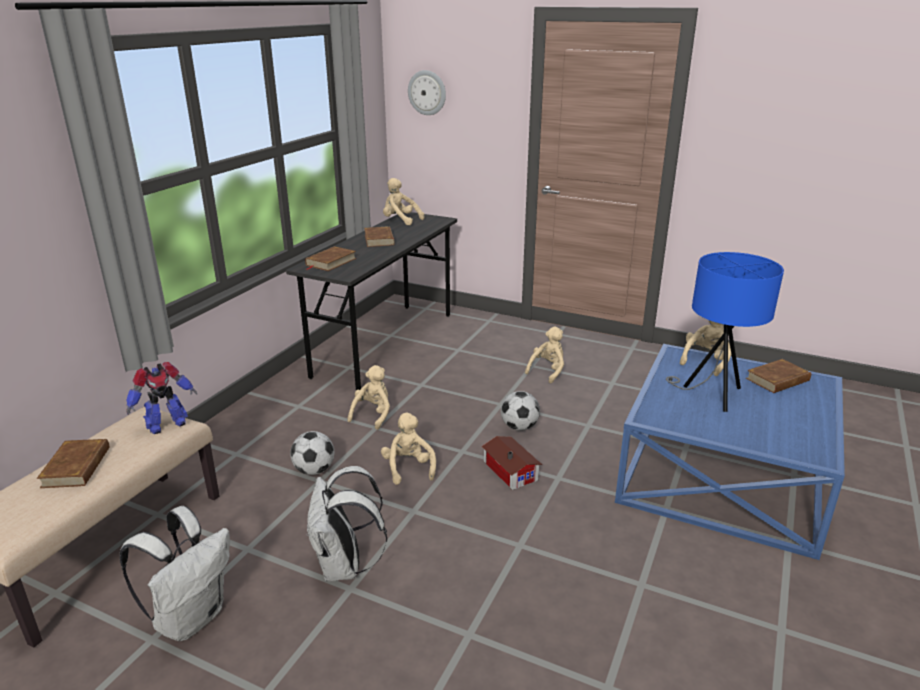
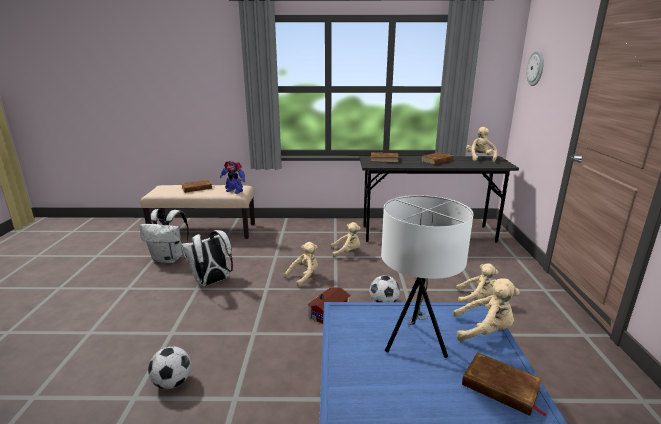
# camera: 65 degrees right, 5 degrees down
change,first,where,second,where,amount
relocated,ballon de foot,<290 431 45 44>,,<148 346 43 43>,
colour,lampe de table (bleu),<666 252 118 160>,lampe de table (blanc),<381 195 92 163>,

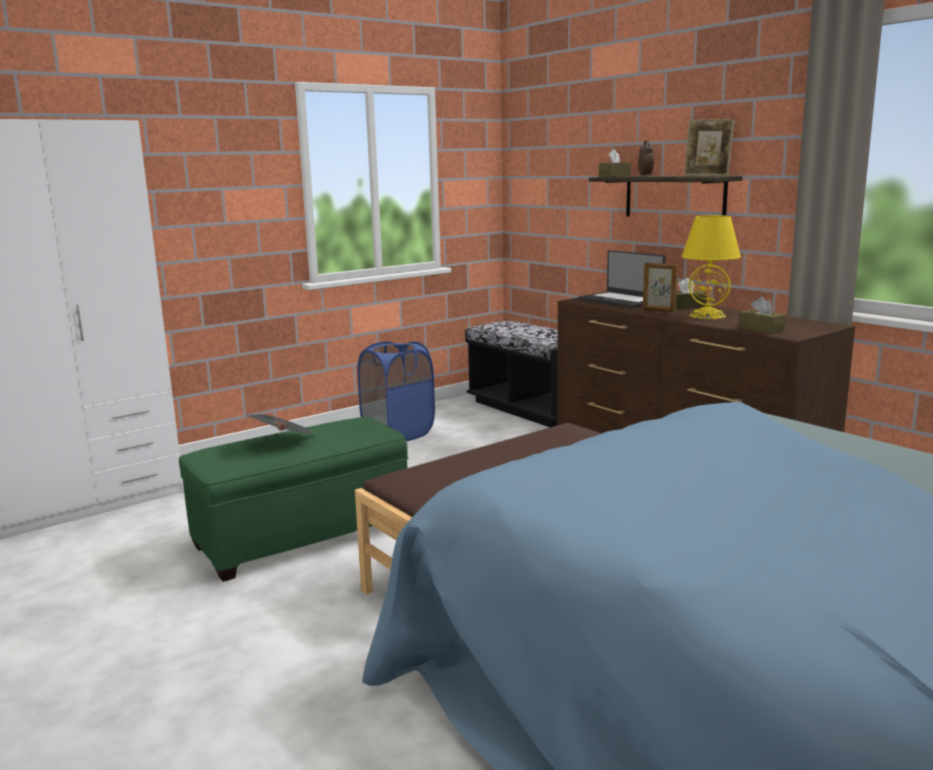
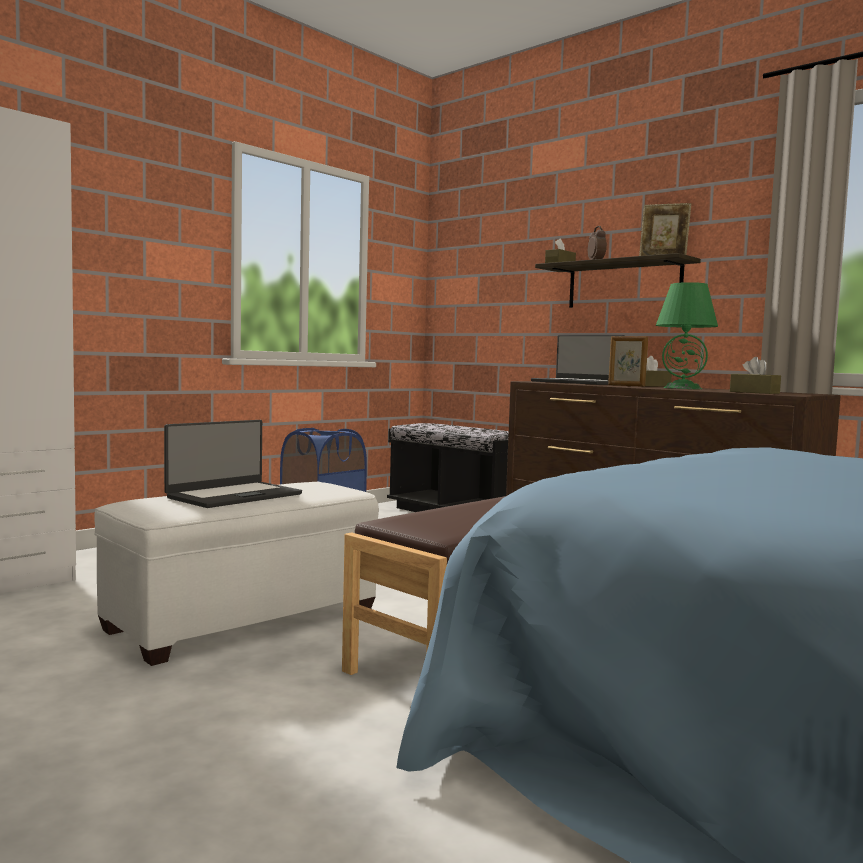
# camera: 10 degrees left, 10 degrees down
change,first,where,second,where,amount
colour,pouf (vert),<179 416 229 166>,pouf (blanc),<94 482 285 184>,
exchanged,journal,<246 414 69 20>,ordinateur portable,<164 420 138 88>,
colour,lampe de table (jaune),<681 215 60 104>,lampe de table (vert),<656 282 62 107>,

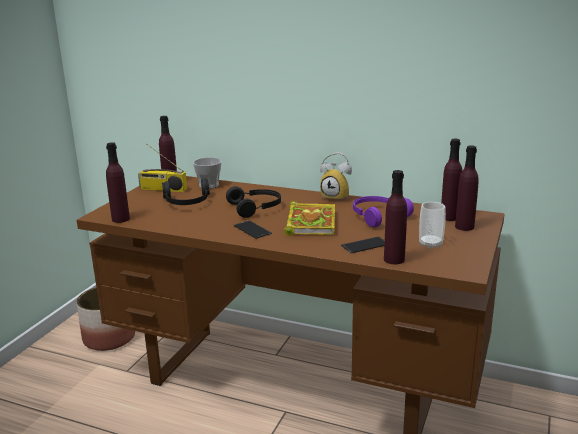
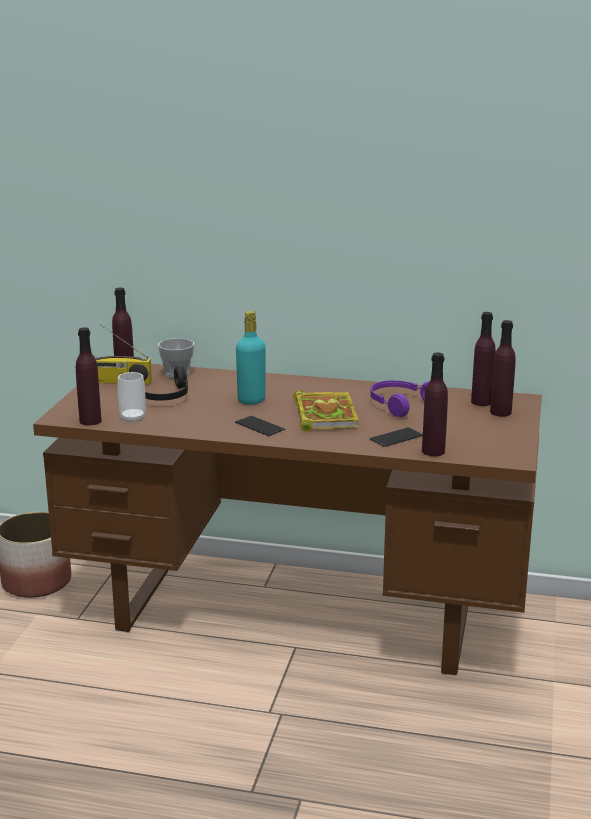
# camera: 10 degrees left, 0 degrees up
change,first,where,second,where,amount
relocated,tasse,<419 202 27 47>,,<118 372 28 51>,
exchanged,casque audio (noir),<226 186 55 32>,bouteille (turquoise),<236 311 30 93>,
missing,réveil,<320 152 32 50>,,,

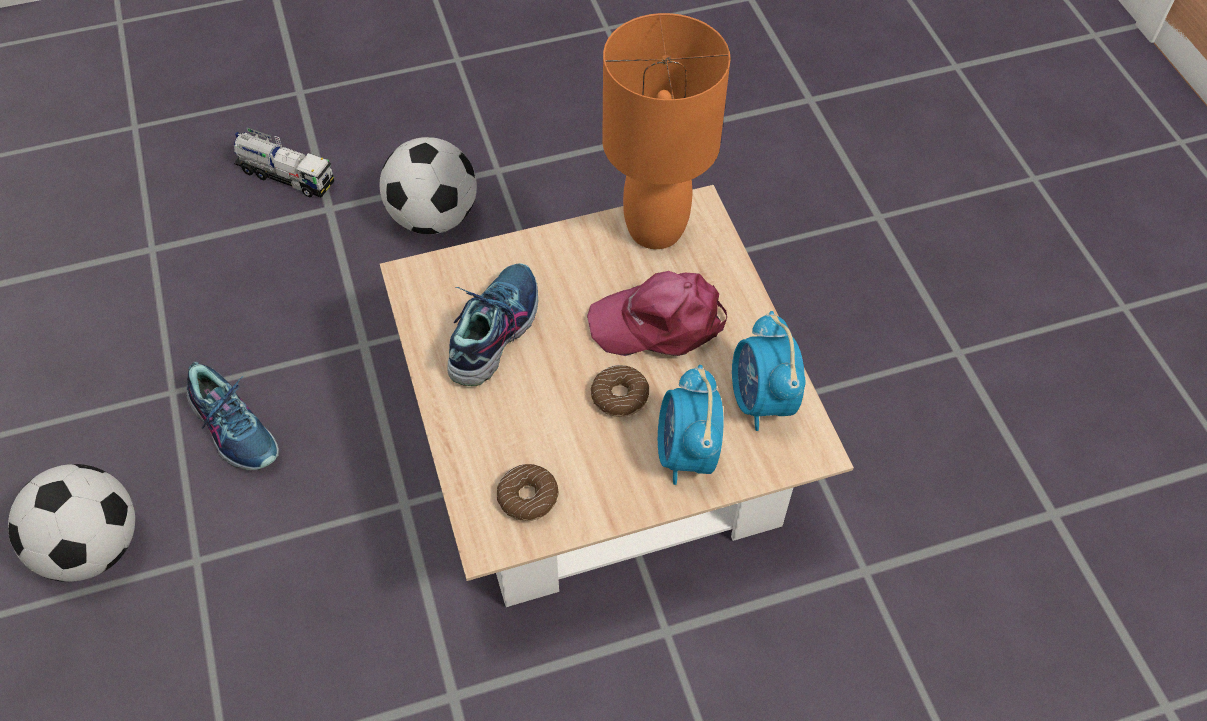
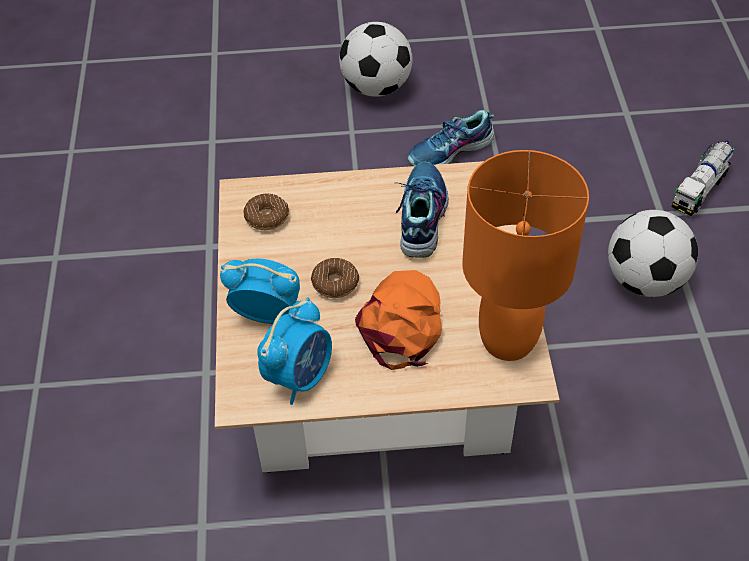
# camera: 105 degrees right, 5 degrees down
change,first,where,second,where,amount
spun,réveil,<732 311 74 120>,,<257 298 75 107>,120 degrees clockwise
colour,casquette (rose),<587 271 140 85>,casquette (orange),<355 270 87 100>,
spun,chaussure,<447 263 91 123>,,<396 162 53 96>,120 degrees counterclockwise

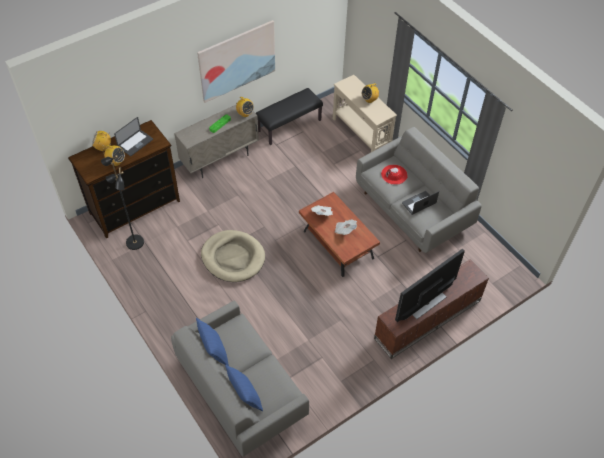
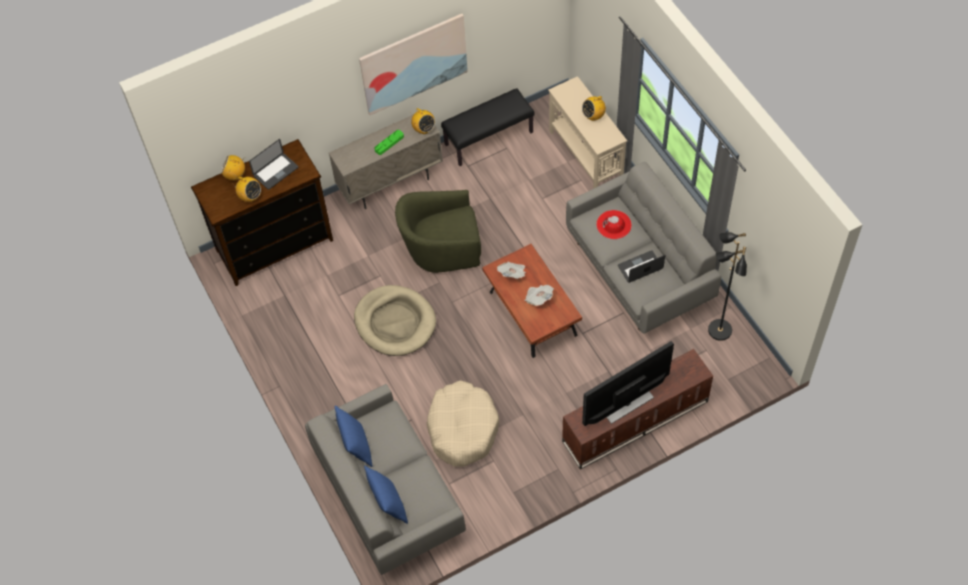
# camera: 10 degrees right, 5 degrees up
change,first,where,second,where,amount
appeared,,,fauteuil (vert),<395 190 86 83>,
appeared,,,panier pour chien (beige),<427 381 72 86>,
relocated,lampadaire (noir),<101 155 43 95>,,<708 232 39 109>,

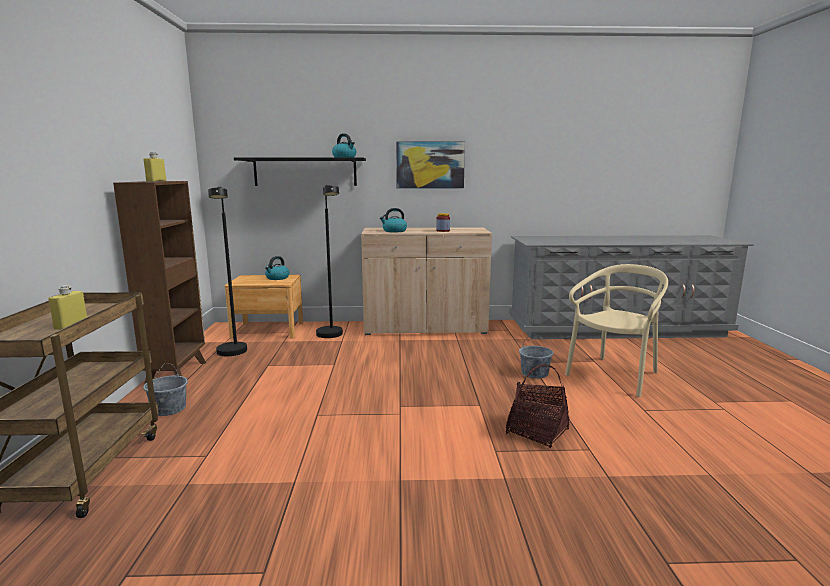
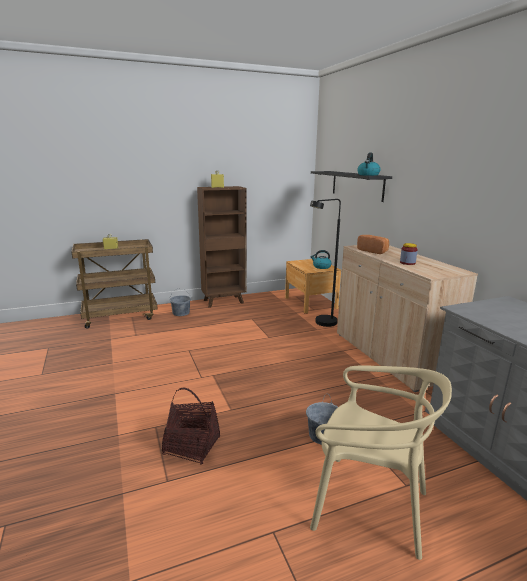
# camera: 70 degrees right, 5 degrees up
change,first,where,second,where,amount
exchanged,bouilloire,<380 208 27 24>,pain,<357 235 32 19>,
missing,lampadaire (noir),<208 186 39 170>,,,
missing,tableau,<396 141 69 47>,,,

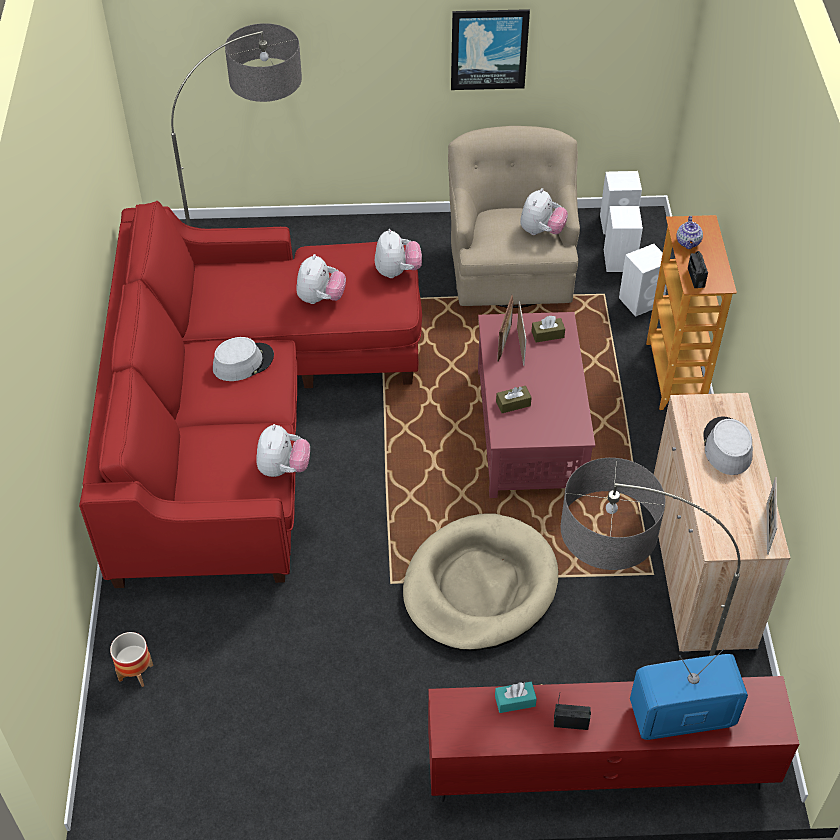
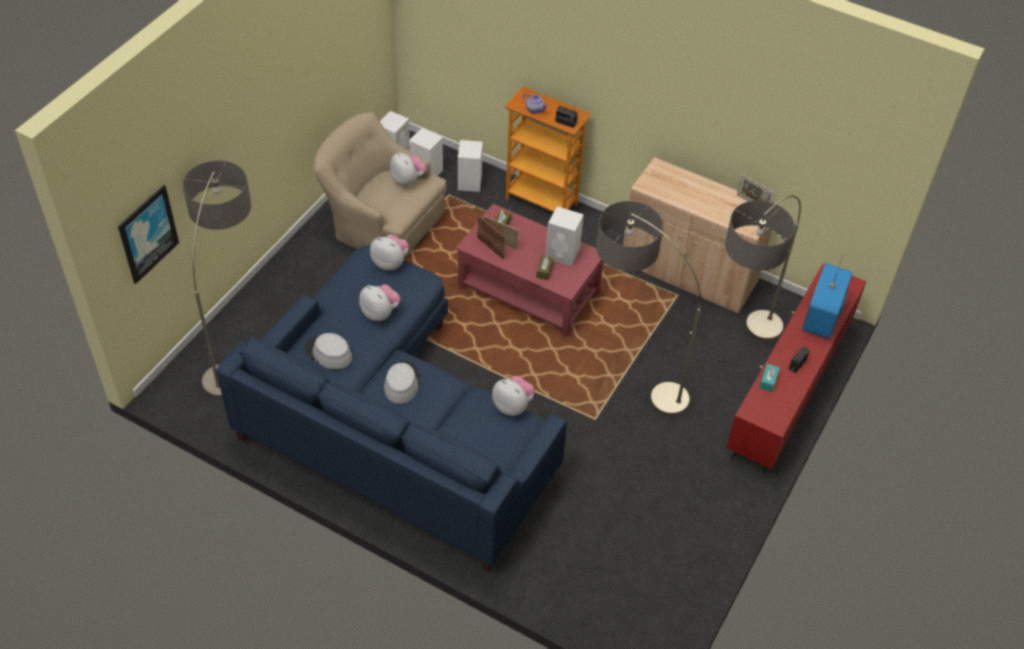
# camera: 60 degrees left, 0 degrees up
change,first,where,second,where,amount
relocated,tableau,<451 9 79 81>,,<118 185 61 99>,
colour,canapé (rouge),<79 201 343 387>,canapé (bleu),<216 245 351 327>,
relocated,chapeau (gris),<703 416 50 59>,,<305 333 47 36>,
appeared,,,enceinte (blanc),<546 206 38 60>,
exchanged,panier pour chien (beige),<403 514 155 137>,lampadaire,<596 201 105 215>,
missing,cache-pot,<110 632 43 55>,,,

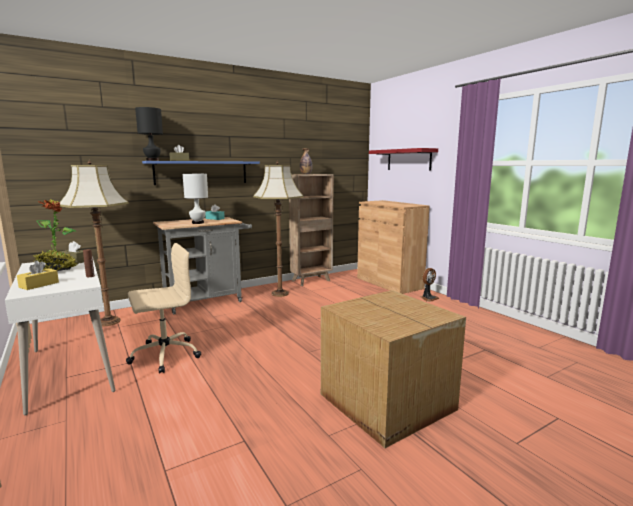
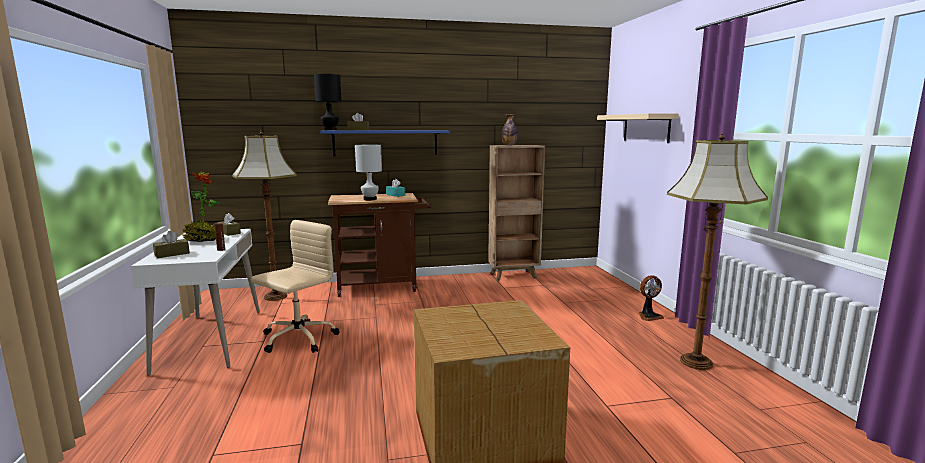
# camera: 20 degrees right, 0 degrees up
change,first,where,second,where,amount
colour,boîte à mouchoirs (jaune),<17 261 42 29>,boîte à mouchoirs (marron),<153 231 37 27>,
spun,chaise de bureau (beige),<126 243 75 130>,,<251 220 88 133>,45 degrees counterclockwise
colour,chariot (gris),<153 217 99 98>,chariot (marron),<328 193 103 104>,
colour,étagère (rouge),<369 148 69 22>,étagère (beige),<597 113 82 30>,
relocated,lampadaire,<253 161 51 136>,,<667 132 101 238>,
missing,meuble de rangement (marron),<357 200 73 94>,,,

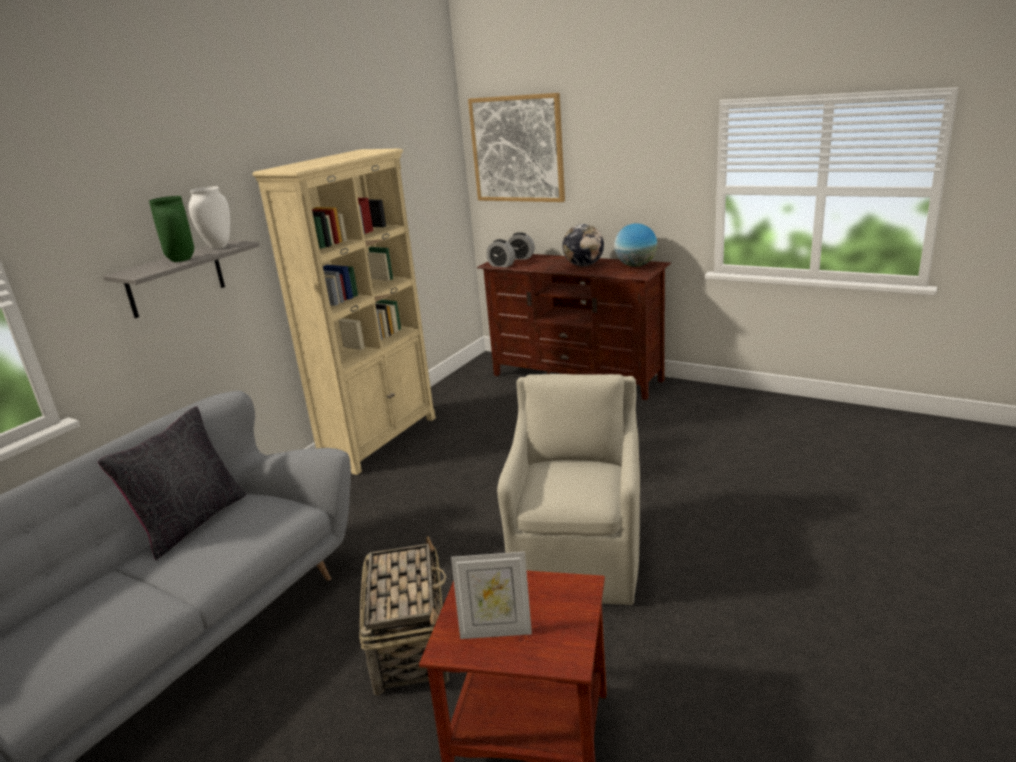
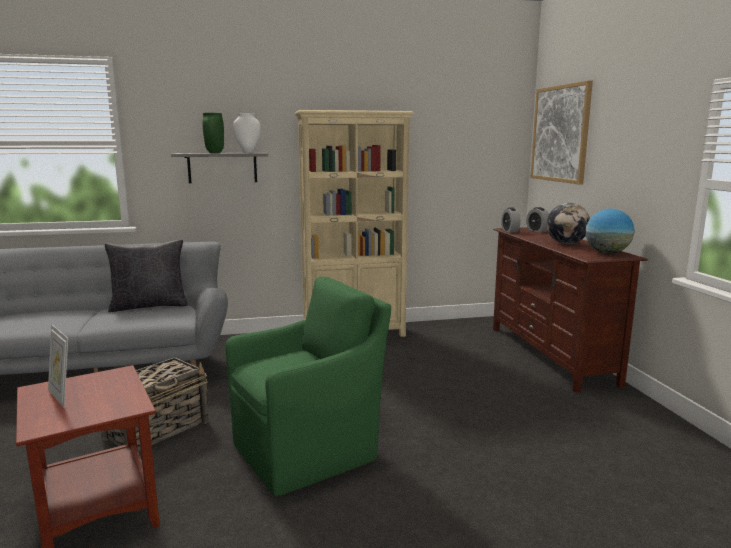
# camera: 45 degrees right, 10 degrees down
change,first,where,second,where,amount
colour,fauteuil (beige),<497 374 143 231>,fauteuil (vert),<225 277 166 220>,

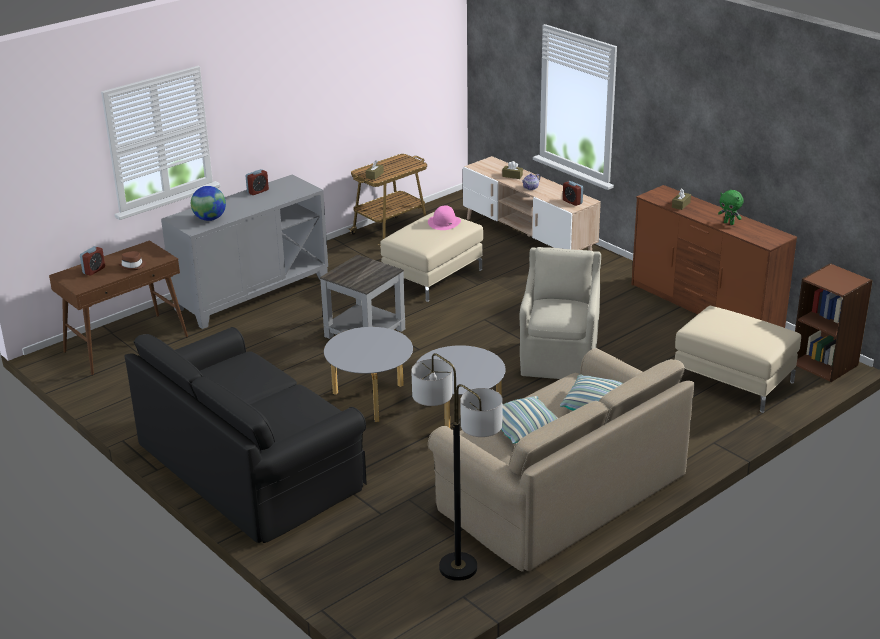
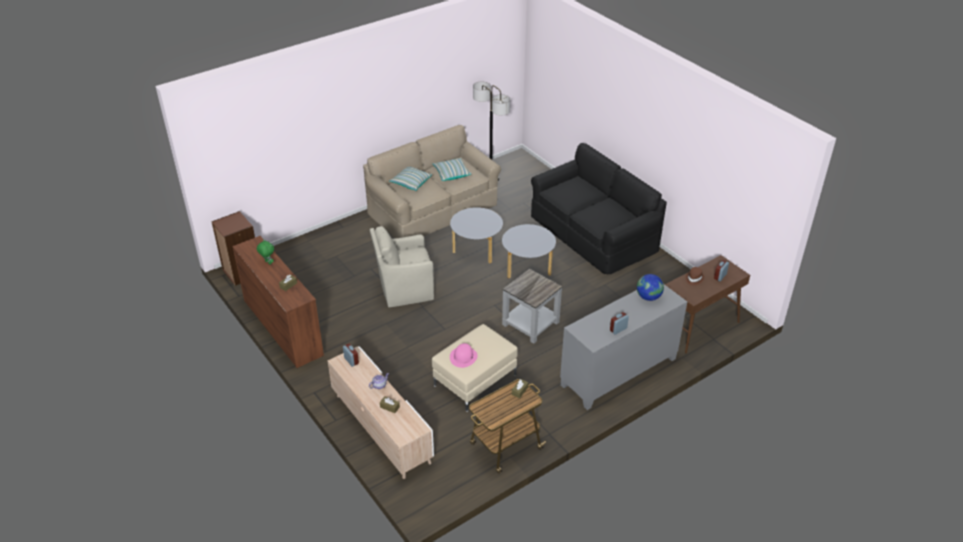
# camera: 175 degrees left, 10 degrees up
change,first,where,second,where,amount
spun,fauteuil (beige),<520 247 81 132>,,<370 226 64 81>,60 degrees clockwise
missing,pouf (beige),<675 306 126 107>,,,

